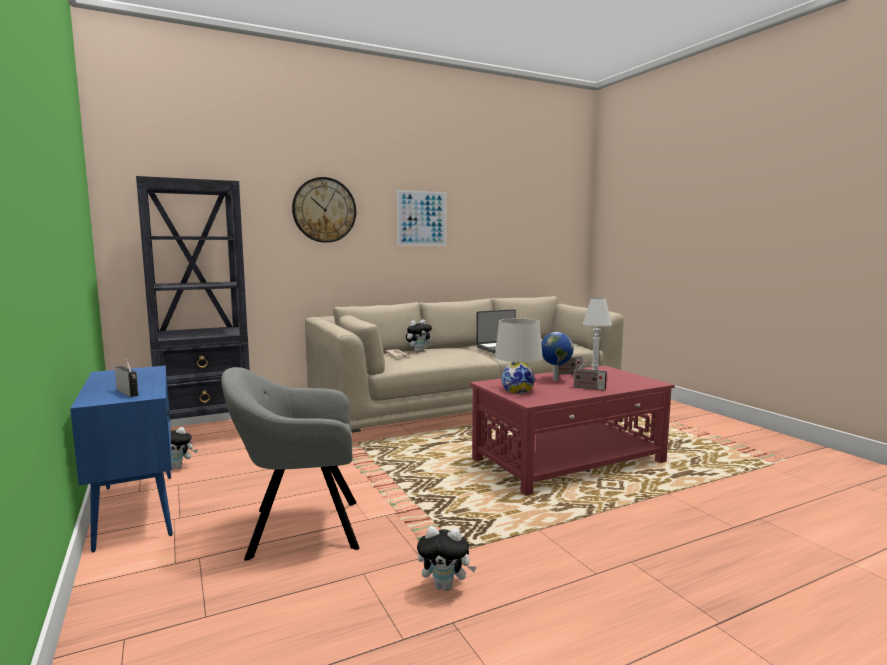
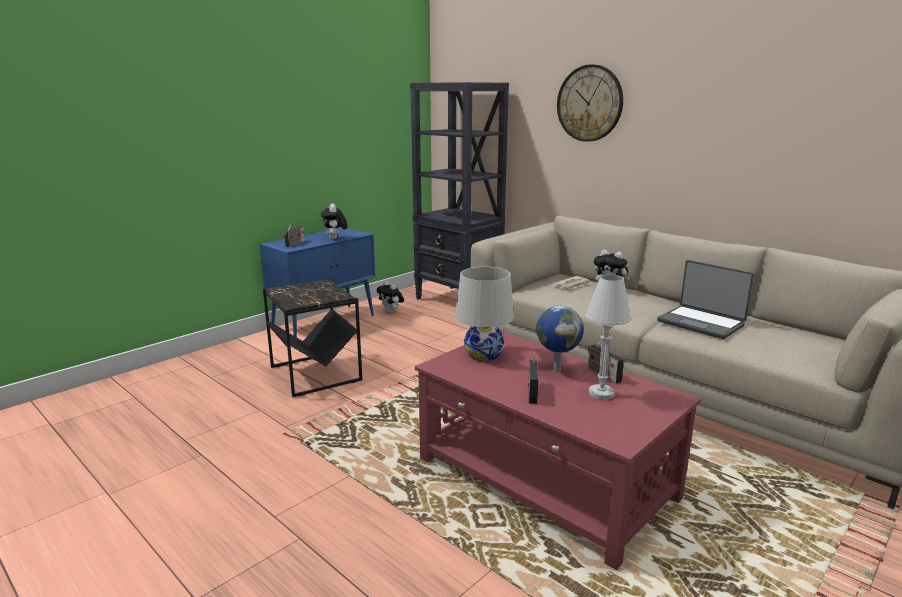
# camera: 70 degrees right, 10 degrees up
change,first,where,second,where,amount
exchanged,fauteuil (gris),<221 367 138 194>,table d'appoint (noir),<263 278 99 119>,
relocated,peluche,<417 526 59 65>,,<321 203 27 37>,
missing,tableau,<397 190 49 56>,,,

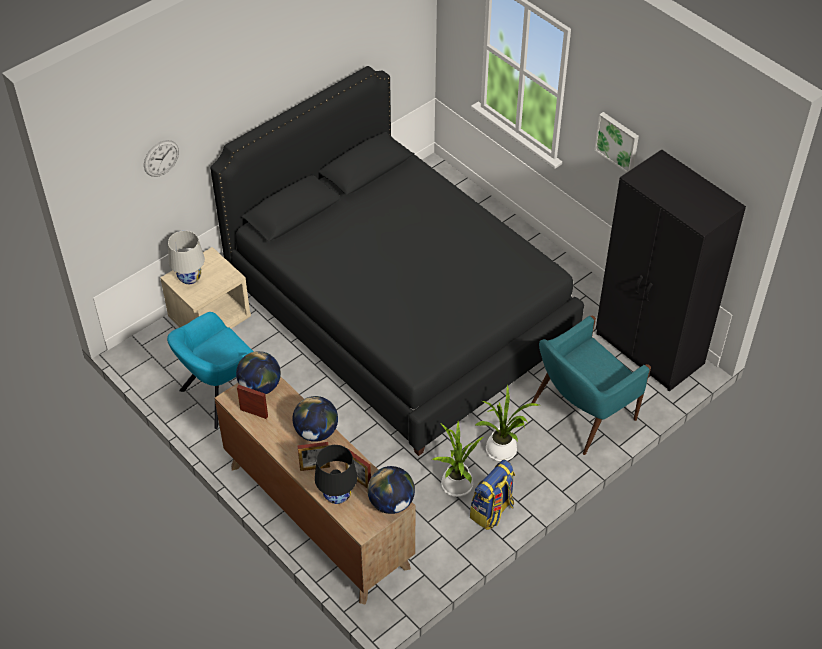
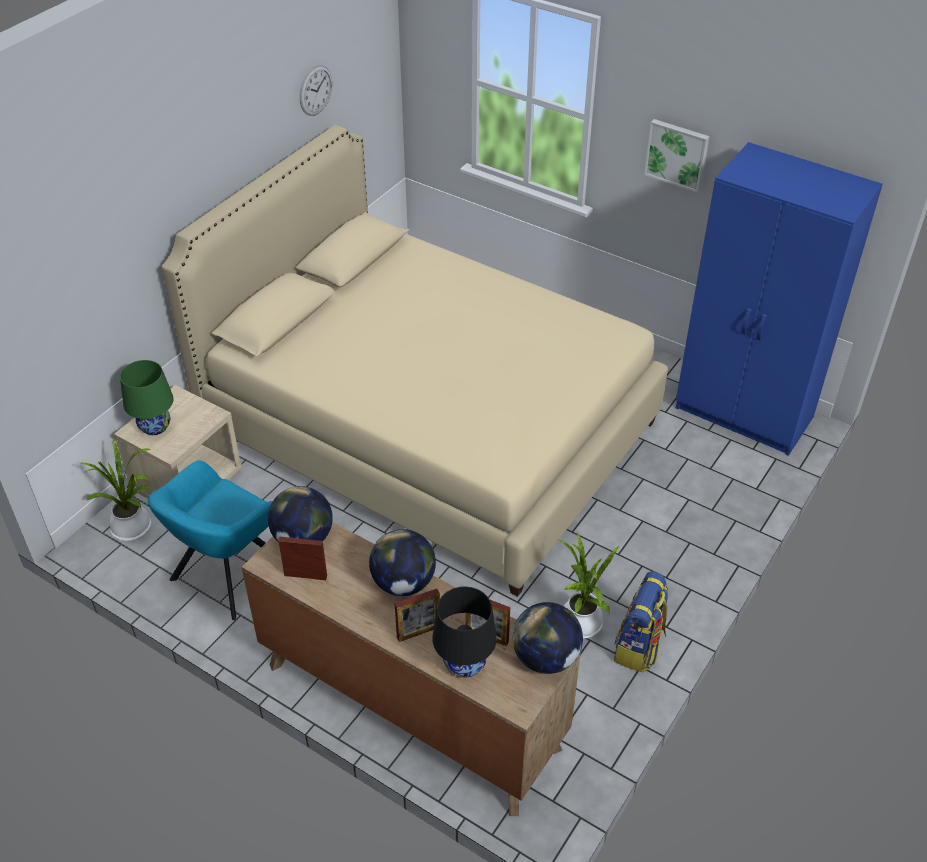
# camera: 15 degrees left, 5 degrees down
change,first,where,second,where,amount
relocated,plante en pot,<475 385 64 76>,,<81 438 70 103>,
colour,lampe de table (blanc),<168 231 37 53>,lampe de table (vert),<120 360 54 75>,
colour,lit (noir),<210 66 374 390>,lit (beige),<161 125 507 472>,
relocated,horloge murale,<144 140 35 37>,,<300 65 32 51>,
colour,armoire (noir),<596 149 150 243>,armoire (bleu),<676 142 207 314>,
missing,fauteuil (turquoise),<531 316 120 139>,,,

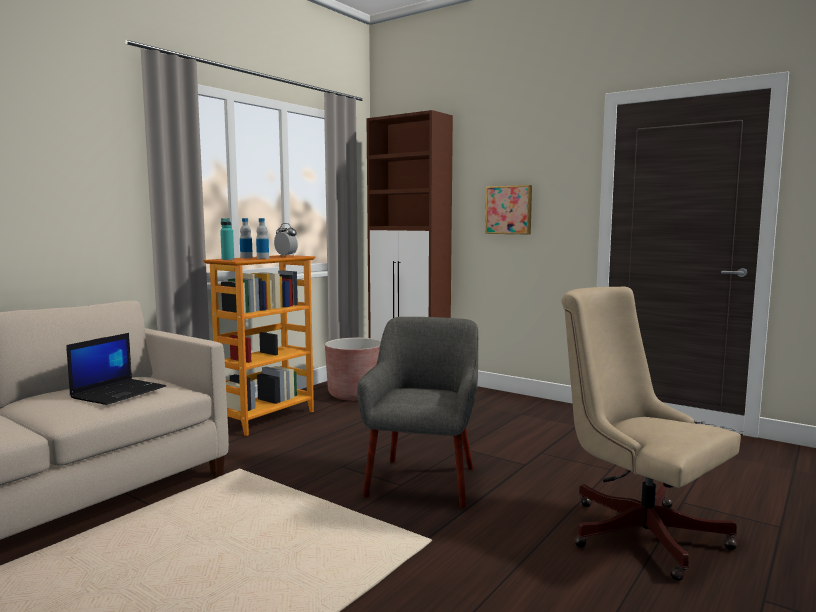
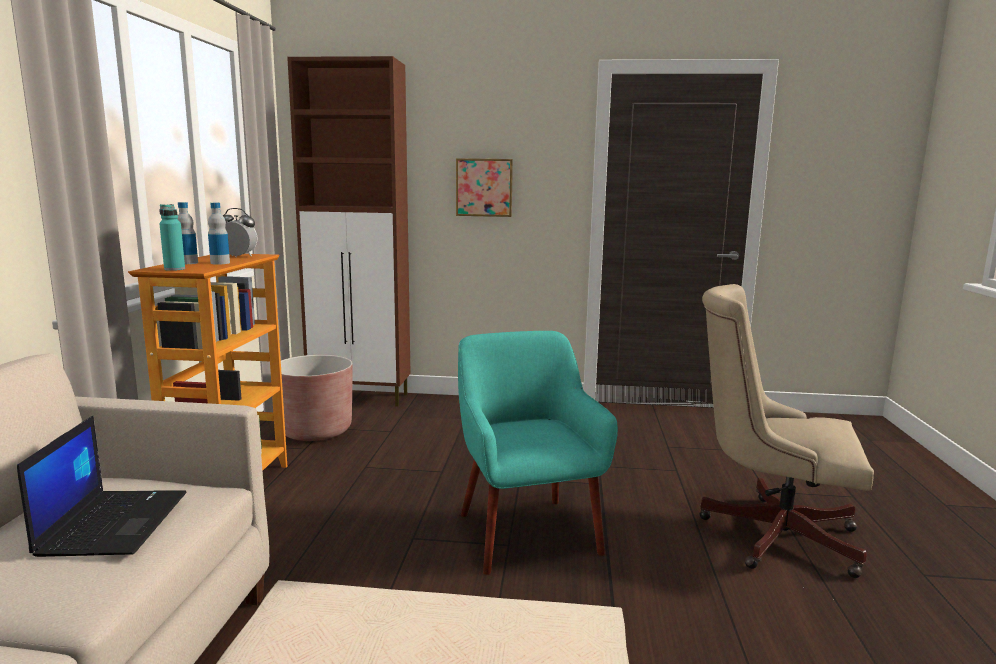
# camera: 30 degrees left, 5 degrees up
change,first,where,second,where,amount
colour,fauteuil (gris),<357 317 121 191>,fauteuil (turquoise),<458 331 160 244>,

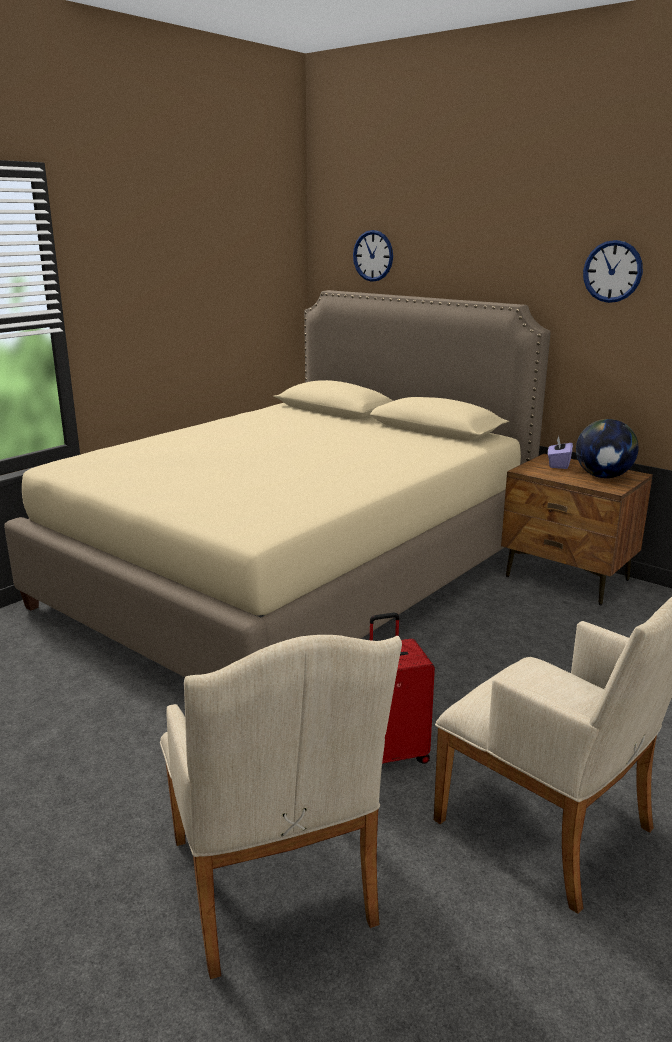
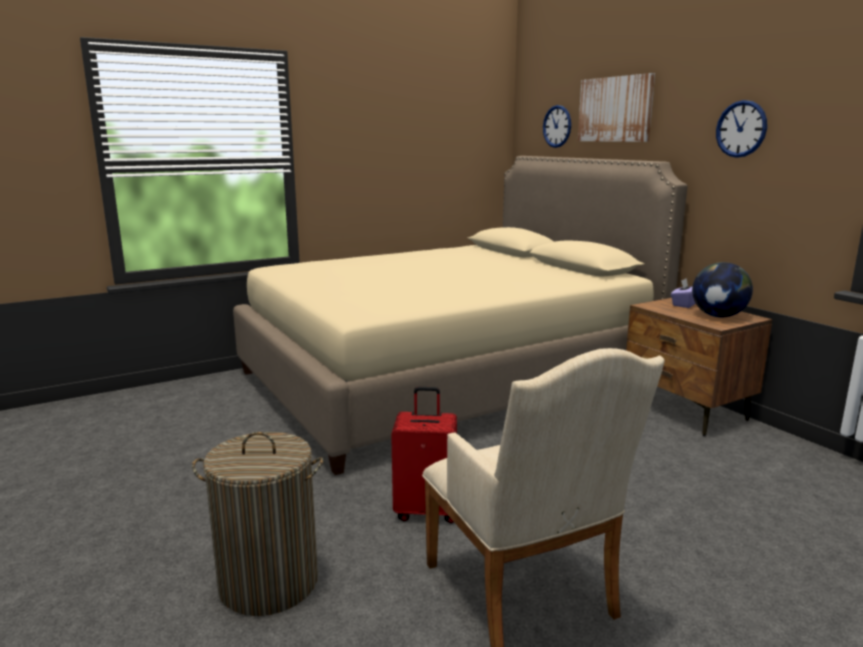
# camera: 20 degrees right, 5 degrees down
change,first,where,second,where,amount
exchanged,fauteuil (beige),<160 635 242 344>,panier à linge,<192 432 131 184>,
appeared,,,tableau,<578 73 77 69>,

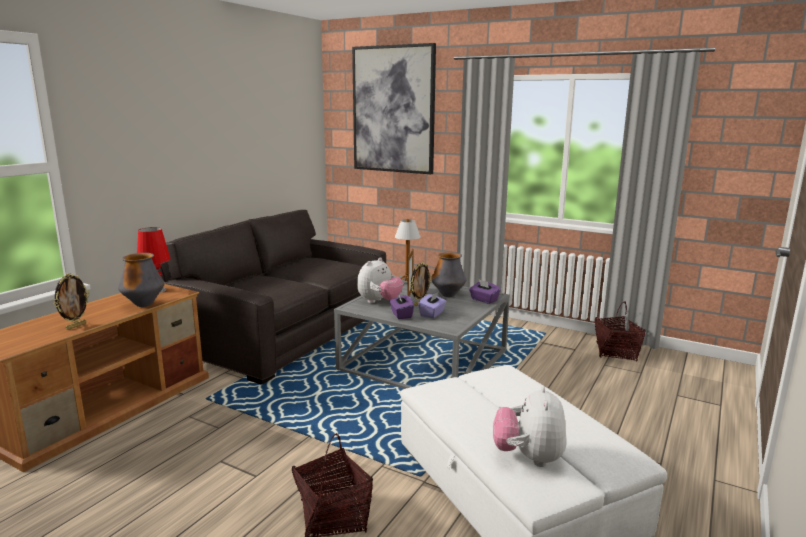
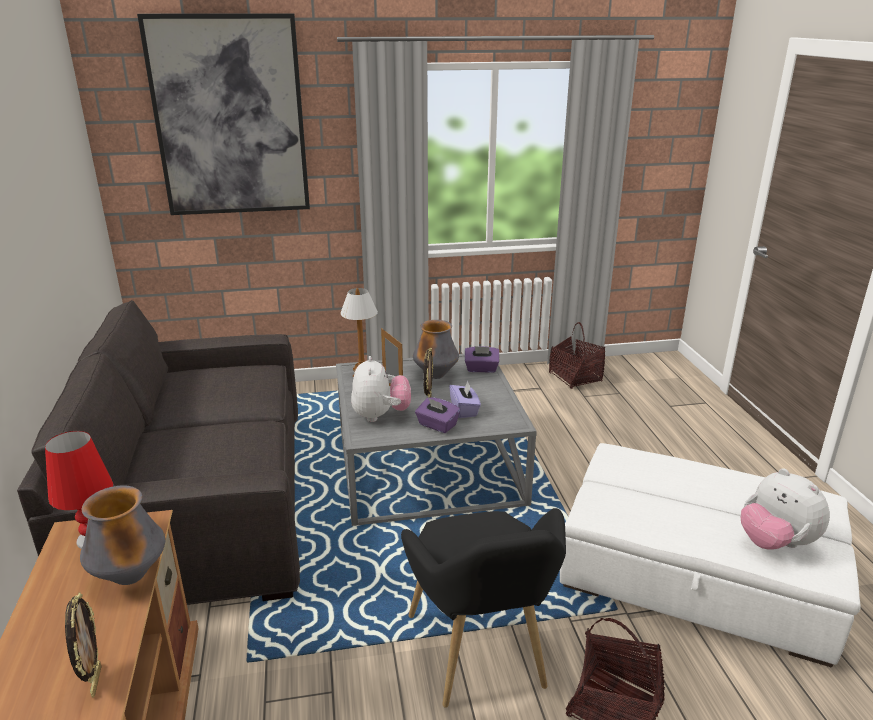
# camera: 40 degrees left, 10 degrees up
change,first,where,second,where,amount
appeared,,,fauteuil (noir),<401 508 165 199>,

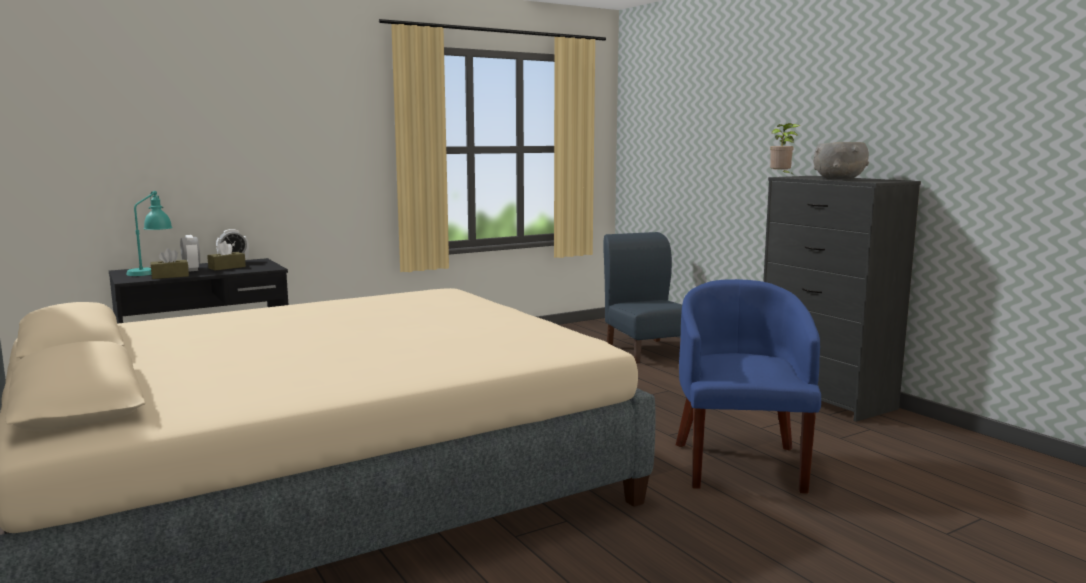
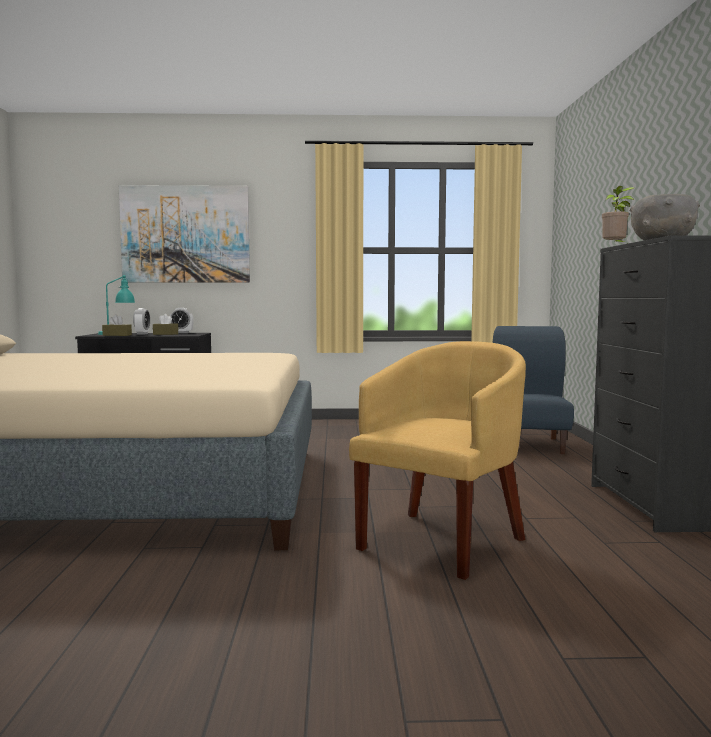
# camera: 30 degrees right, 5 degrees down
change,first,where,second,where,amount
appeared,,,tableau,<119 185 131 98>,
colour,fauteuil (bleu),<676 279 145 215>,fauteuil (jaune),<349 341 177 239>,

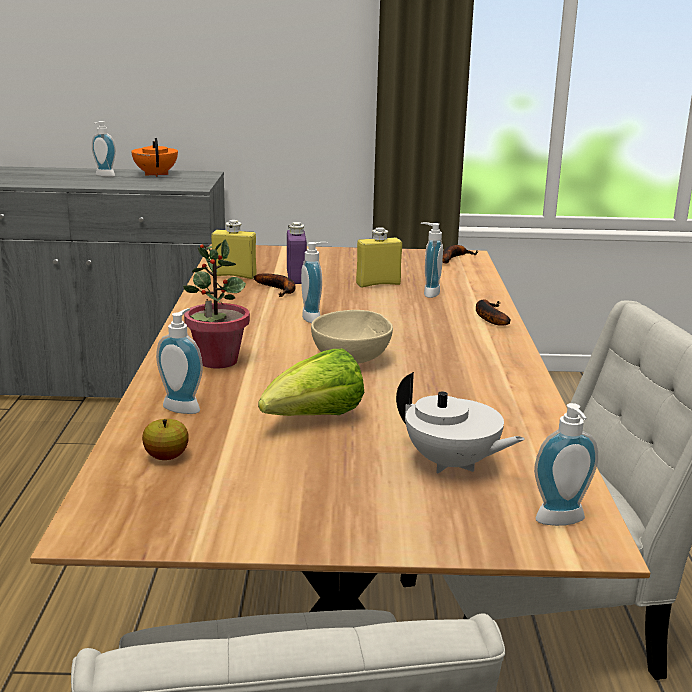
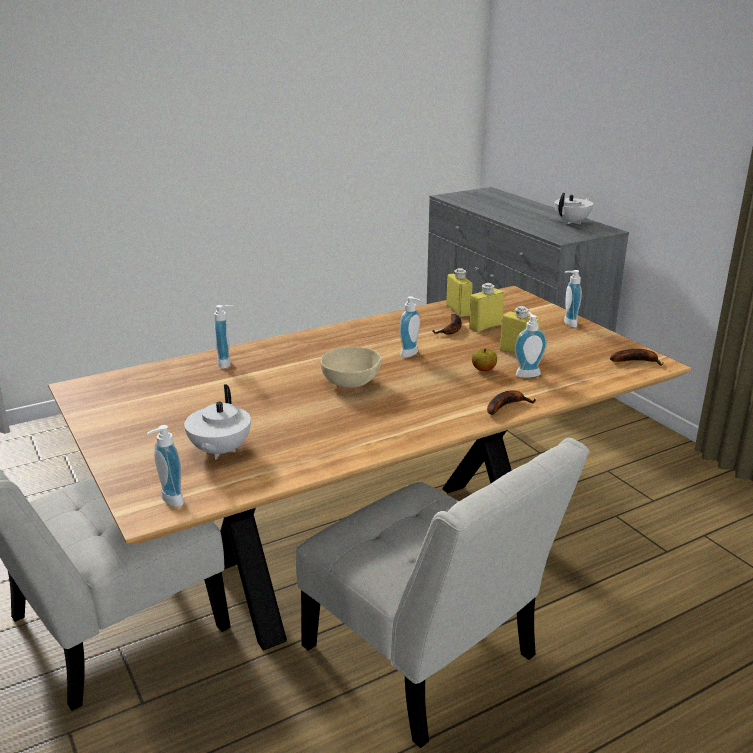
# camera: 60 degrees right, 5 degrees up
change,first,where,second,where,amount
colour,bouteille (violet),<287 222 20 62>,bouteille (jaune),<469 283 35 50>,
relocated,pomme,<142 419 47 41>,,<472 349 25 22>,
colour,théière (orange),<131 138 47 39>,théière (blanc),<555 193 38 31>,
relocated,distributeur de savon,<92 121 24 56>,,<564 270 18 57>,
missing,plante en pot,<183 240 67 128>,,,
missing,laitue,<258 349 106 67>,,,

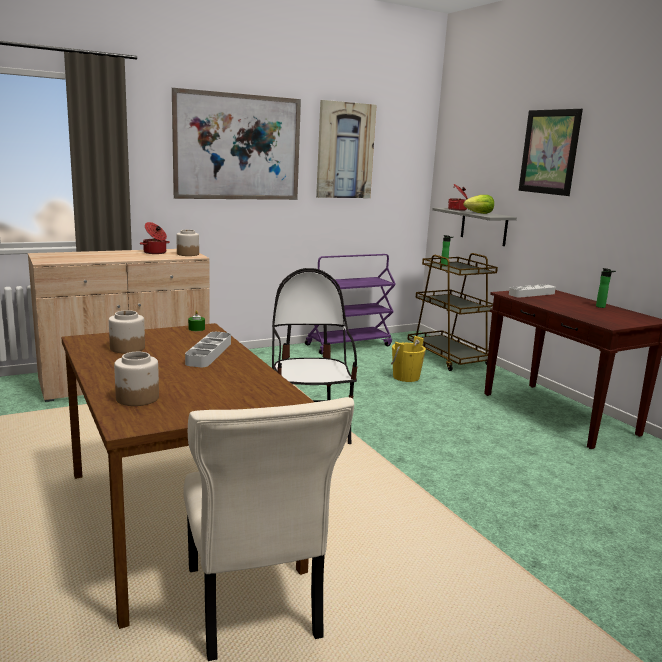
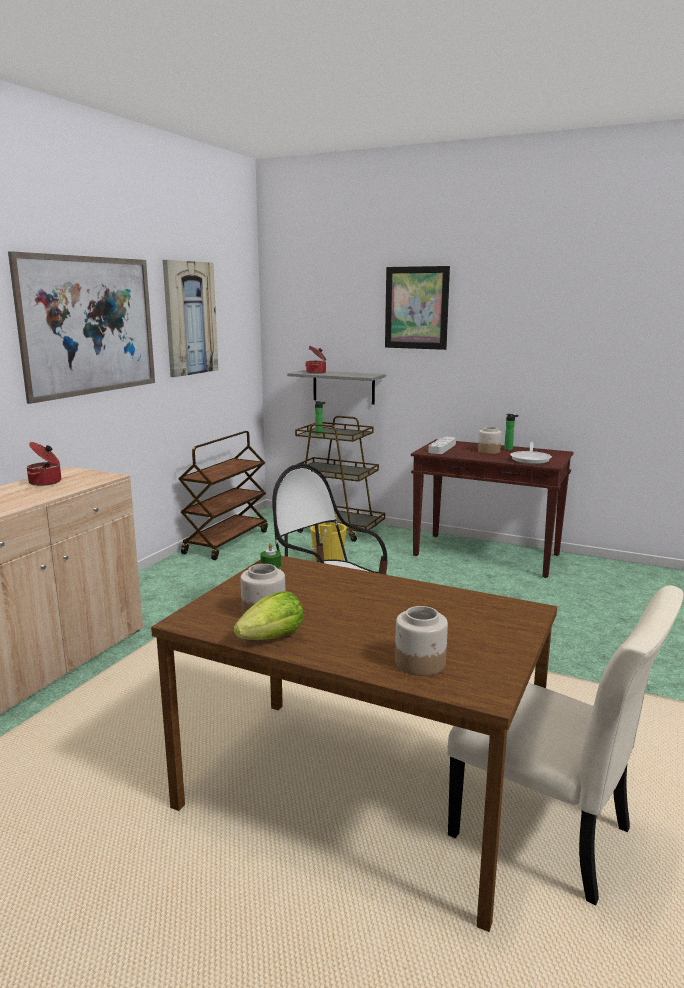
# camera: 35 degrees left, 0 degrees up
change,first,where,second,where,amount
colour,chariot (violet),<305 254 91 101>,chariot (marron),<178 431 90 129>,
relocated,laitue,<463 195 31 19>,,<234 591 70 49>,
relocated,bocal,<176 230 23 26>,,<478 427 24 27>,
appeared,,,poêle,<510 442 42 22>,
missing,plateau (gris),<185 332 46 35>,,,

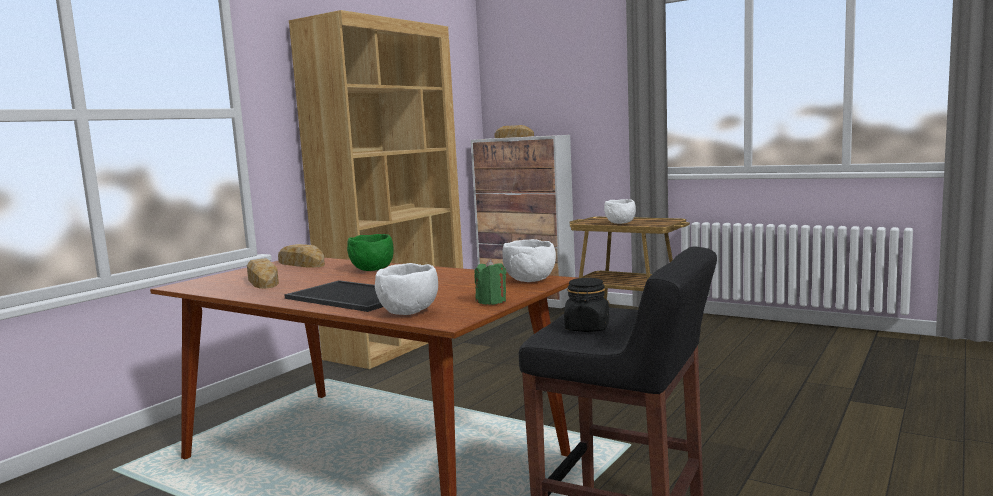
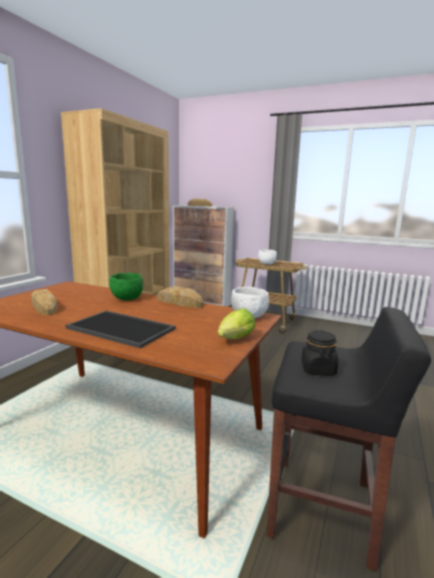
# camera: 10 degrees left, 5 degrees up
change,first,where,second,where,amount
relocated,pain,<278 244 47 24>,,<157 286 46 22>,
exchanged,bougie (vert),<474 259 32 46>,laitue,<218 308 37 31>,
missing,bol (blanc),<375 263 63 52>,,,

